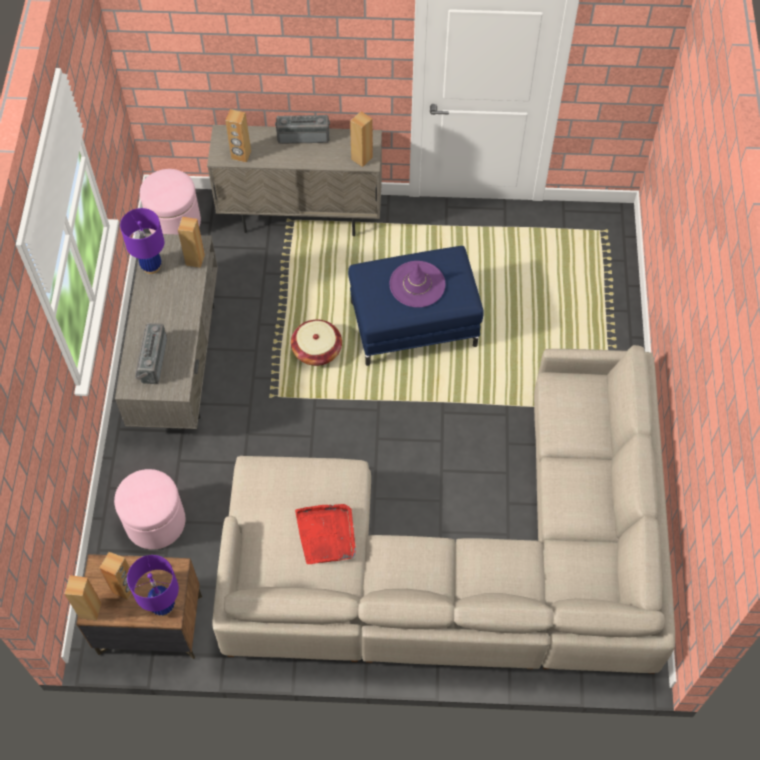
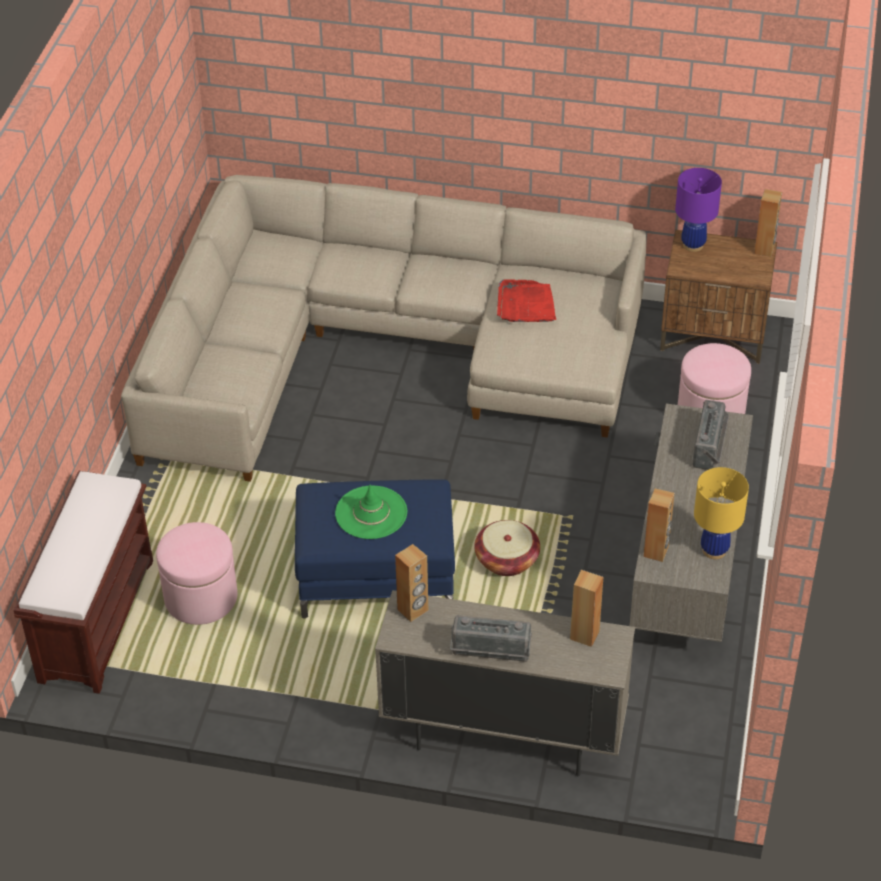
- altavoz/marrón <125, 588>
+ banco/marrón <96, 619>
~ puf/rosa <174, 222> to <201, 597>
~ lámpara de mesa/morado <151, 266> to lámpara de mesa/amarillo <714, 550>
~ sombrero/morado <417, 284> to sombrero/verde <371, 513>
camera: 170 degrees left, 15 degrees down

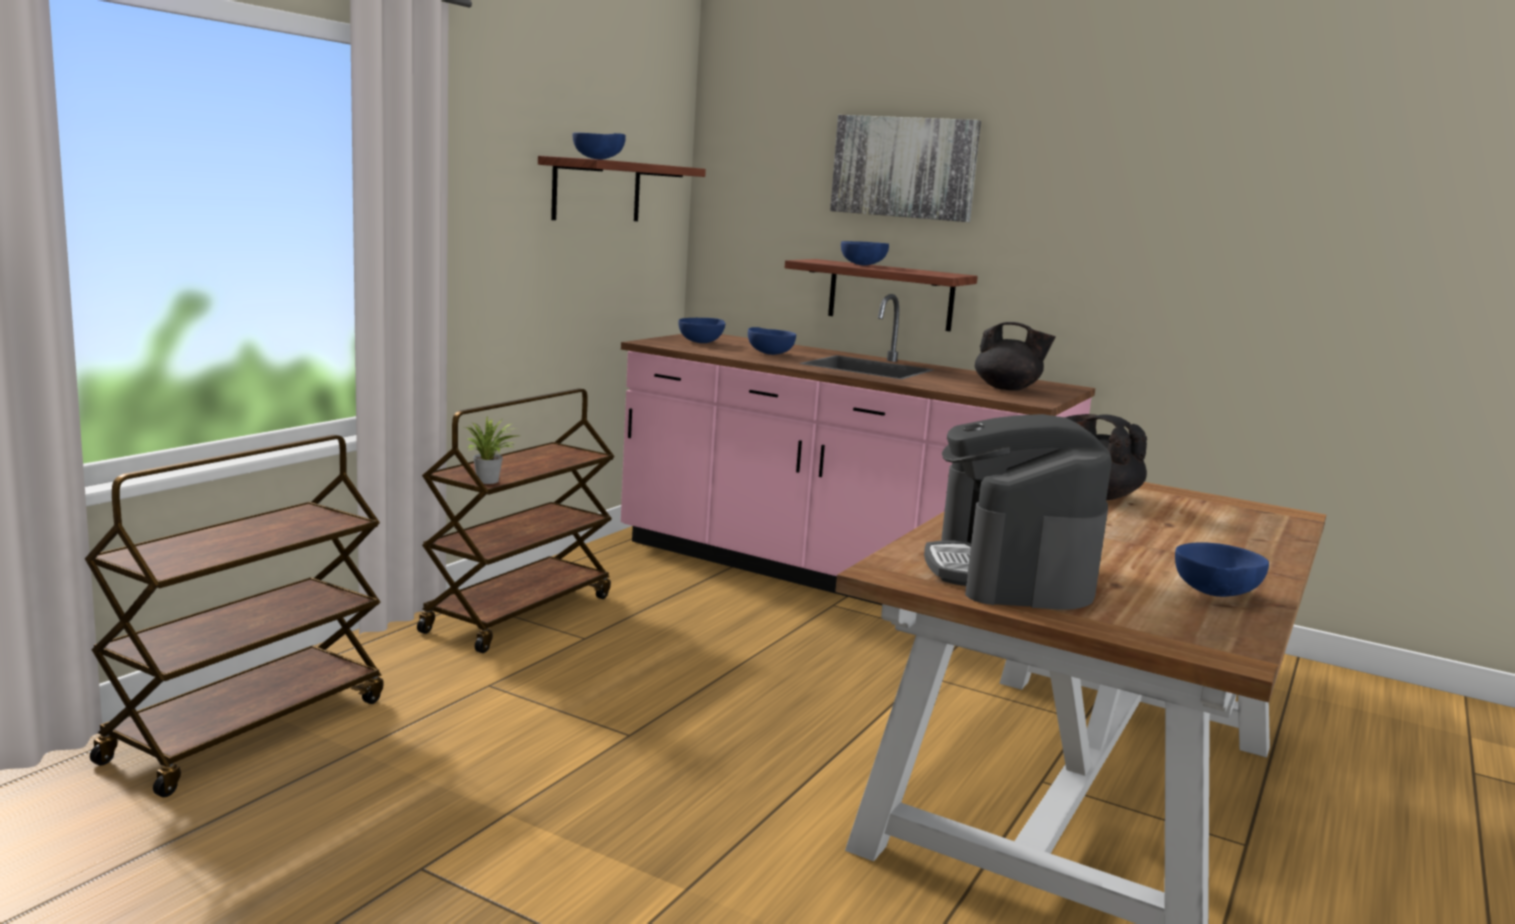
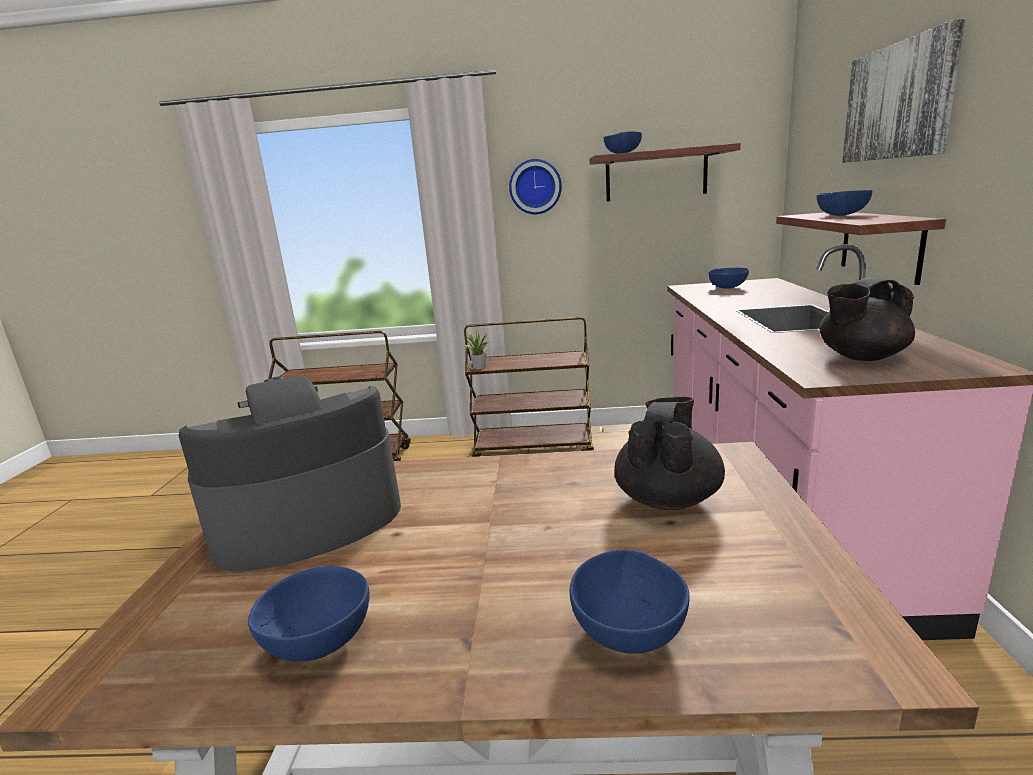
+ reloj de pared <535, 187>
~ cuenco/azul <770, 354> to <630, 629>
~ tetera/negro <1008, 389> = <861, 357> 75 degrees clockwise
camera: 65 degrees right, 5 degrees up

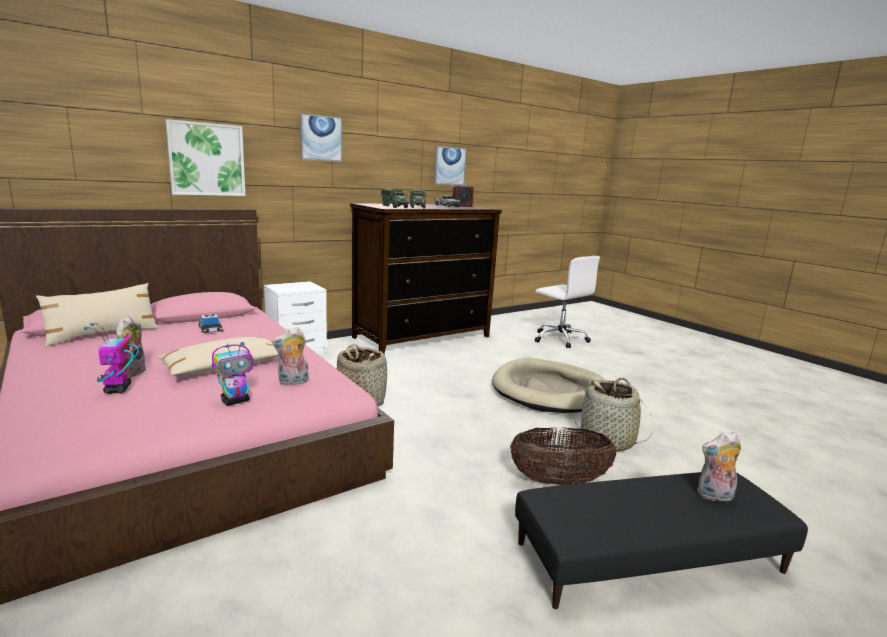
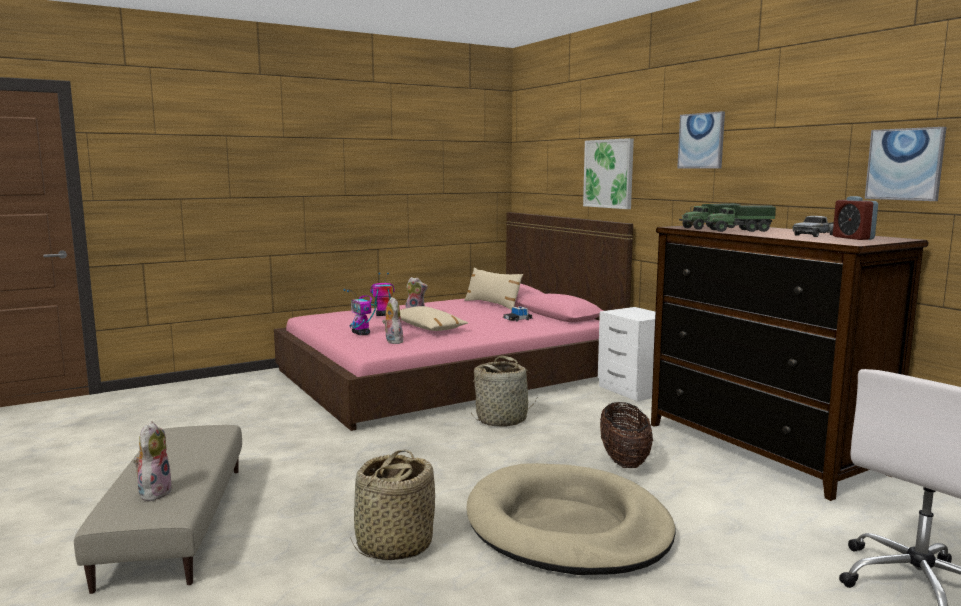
~ cesta <558, 481> to <624, 461>
~ puf/negro <648, 556> to puf/beis <177, 522>
camera: 95 degrees right, 5 degrees down

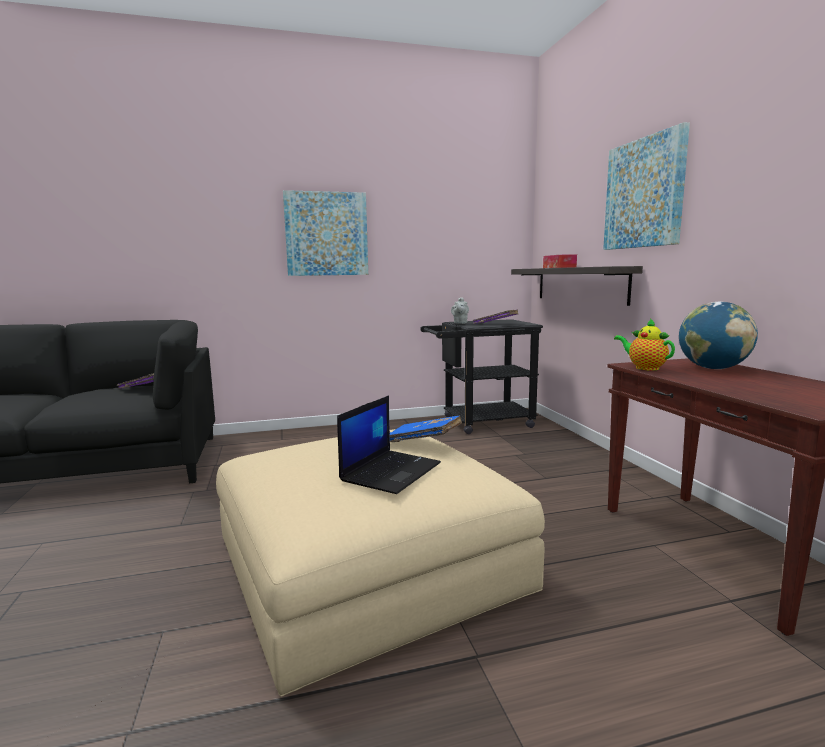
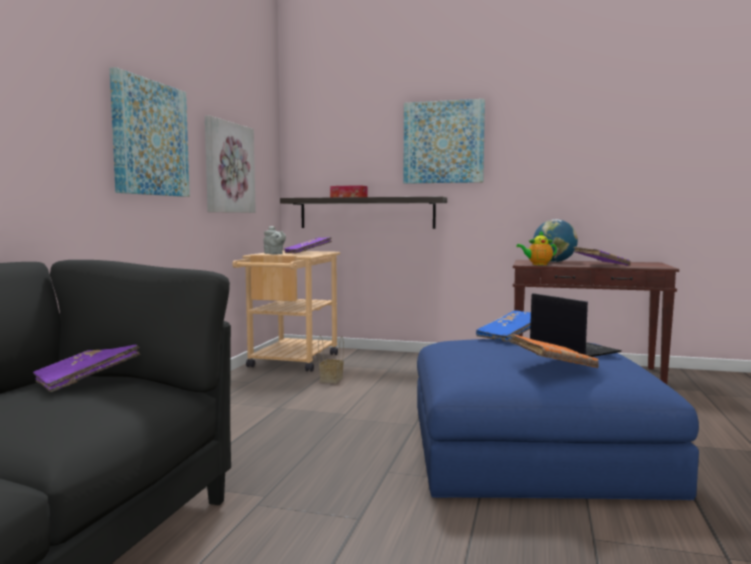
+ cuadro <228, 168>
+ cesta <331, 379>
+ libro/naranja <553, 365>
+ libro/morado <601, 265>
~ puf/beis <368, 563> to puf/azul <531, 448>
~ carrito/negro <480, 423> to carrito/beis <290, 362>
camera: 60 degrees left, 5 degrees down

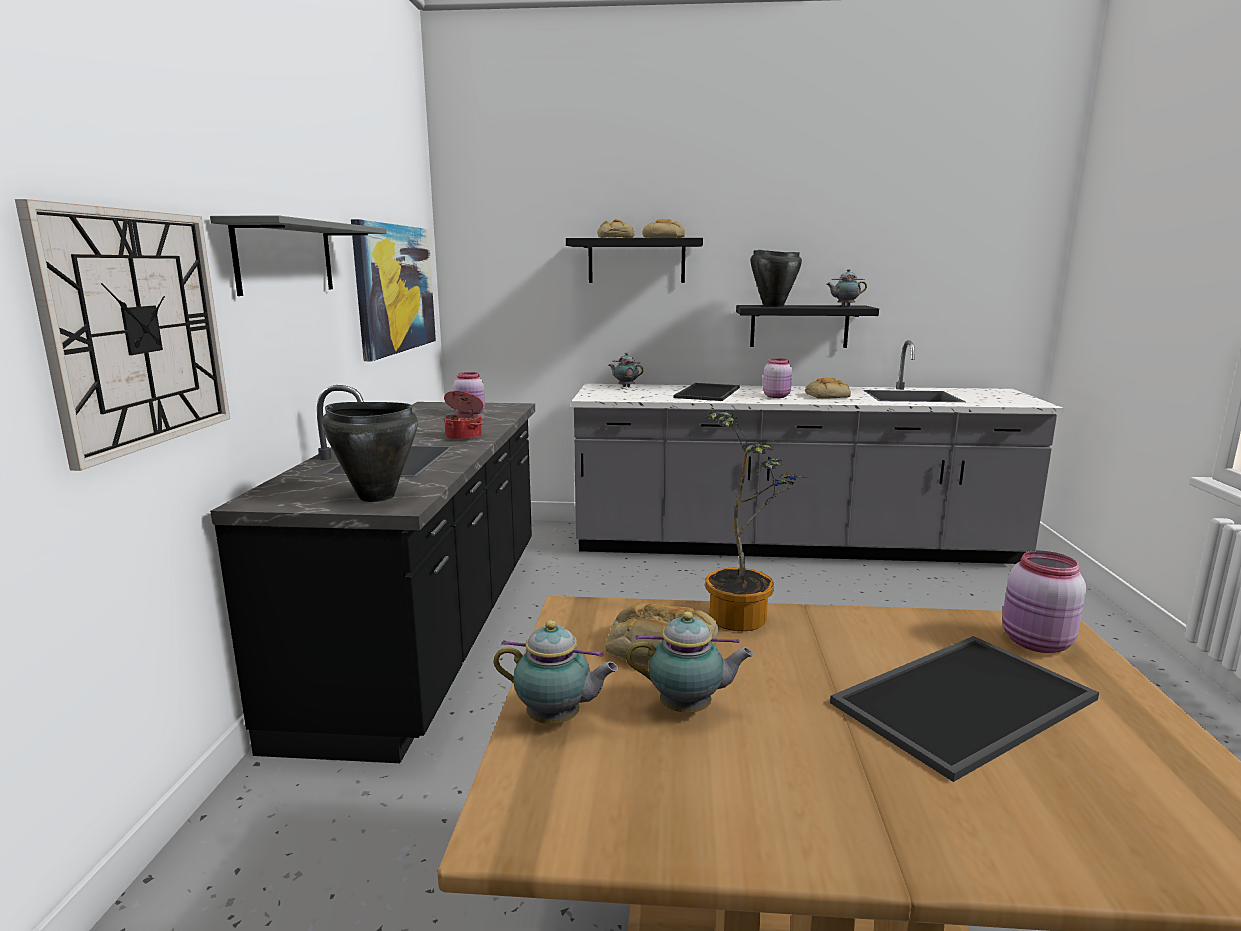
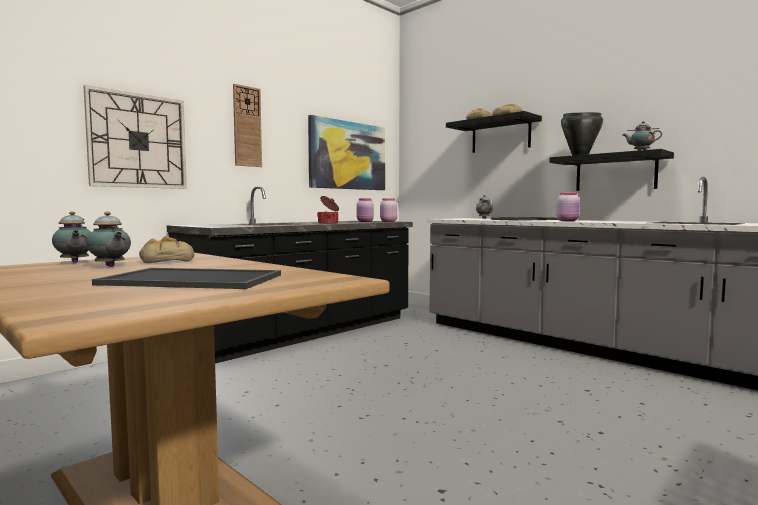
- olla/negro <376, 496>
- planta en maceta <745, 616>
- pan <827, 396>
~ tarro/rosa <1036, 643> to <388, 221>
~ estante/gris <285, 258> to reloj de pared <247, 126>
camera: 40 degrees right, 10 degrees down

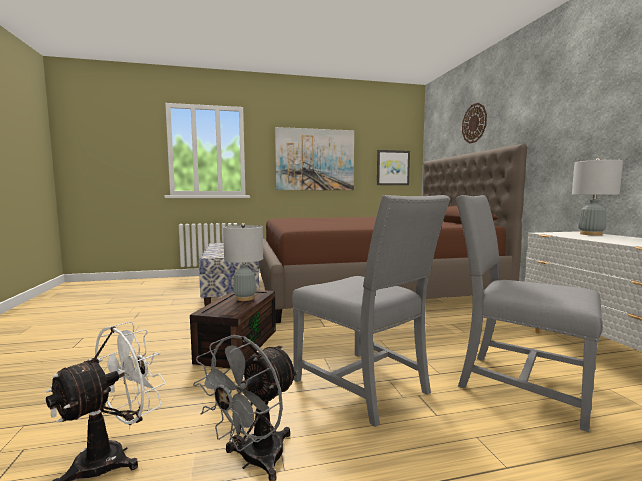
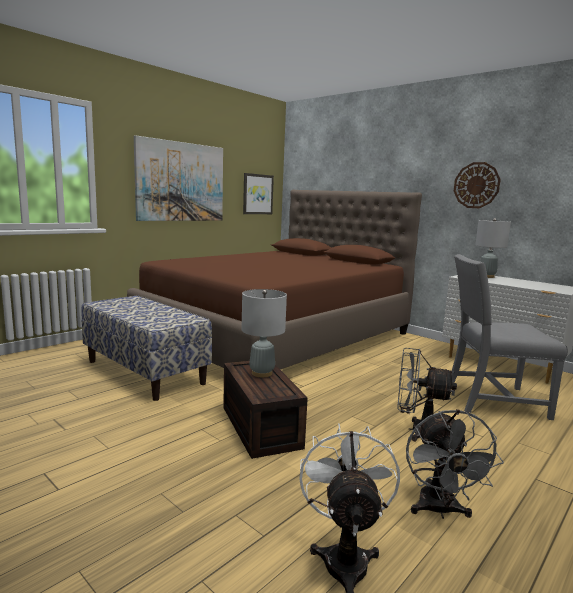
~ reloj de pared <474, 123> to <476, 185>
~ silla/gris <365, 386> to ventilador/gris <417, 431>
camera: 35 degrees left, 5 degrees up

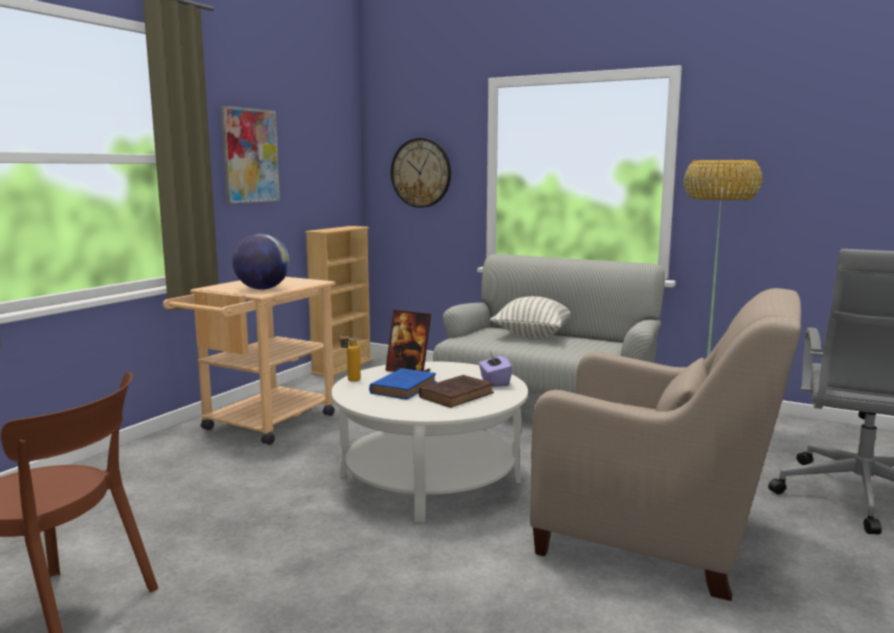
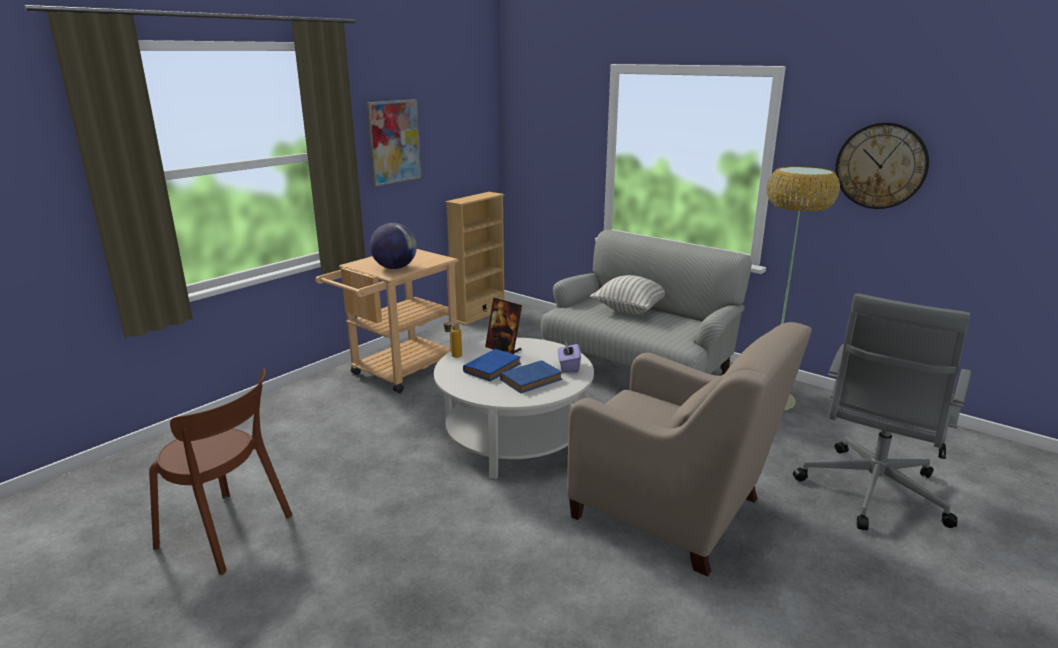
~ reloj de pared <421, 173> to <881, 166>
~ libro/marrón <458, 395> to libro/azul <532, 379>
camera: 10 degrees right, 10 degrees up

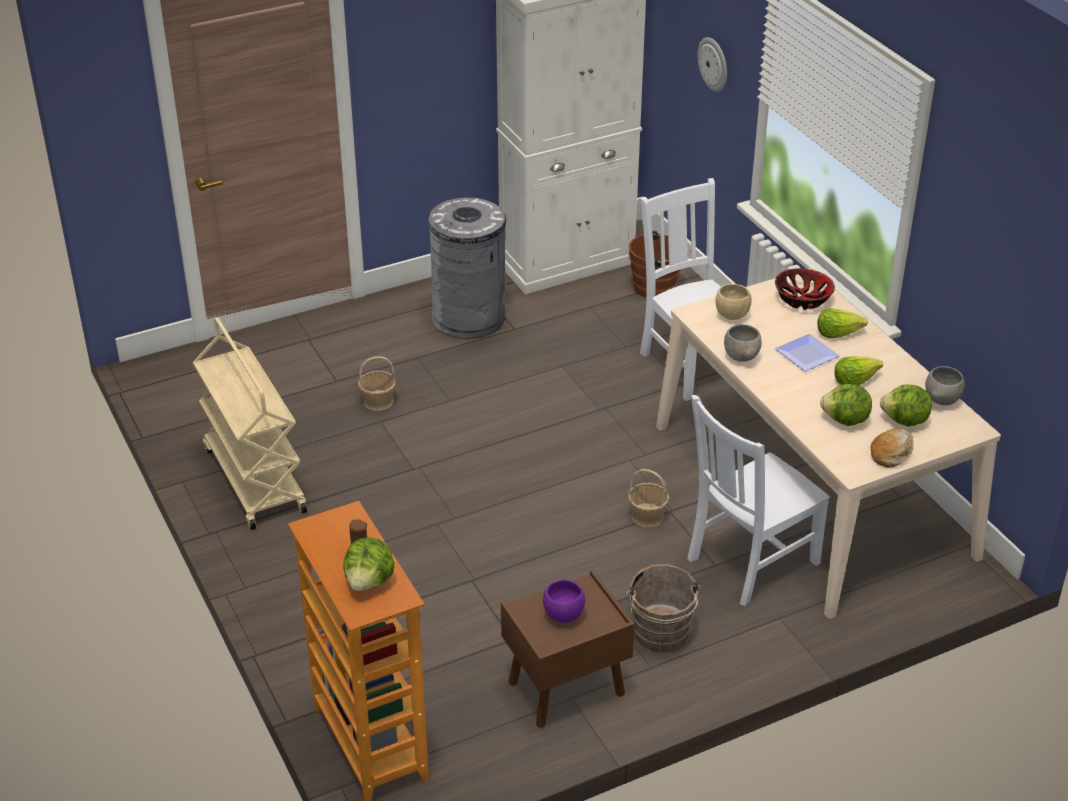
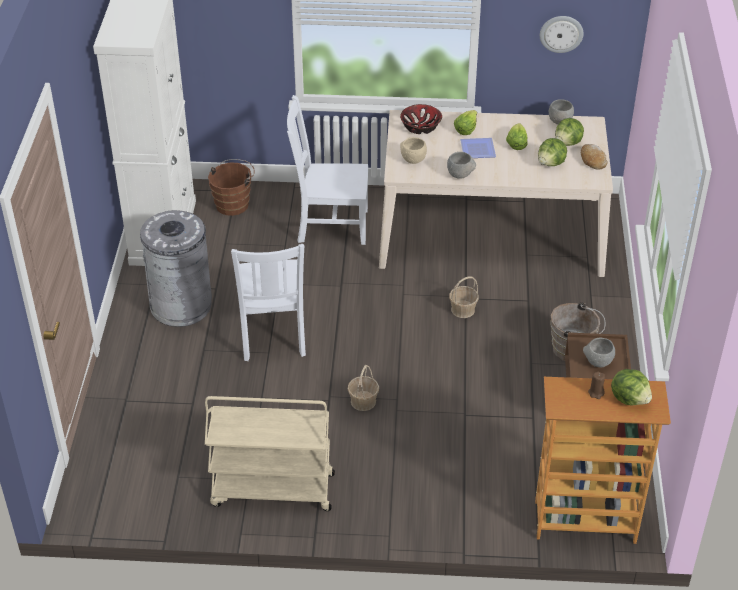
~ cesta <378, 401> to <363, 401>
~ silla/blanco <749, 562> to <272, 335>
~ reloj de pared <714, 64> to <561, 33>
~ cuenco/morado <563, 615> to cuenco/gris <598, 362>
camera: 60 degrees left, 5 degrees up

